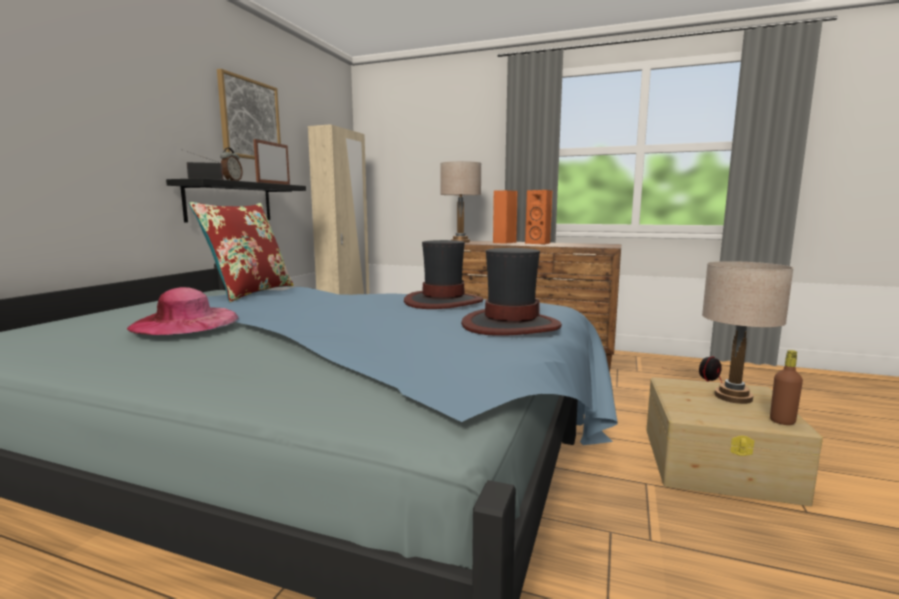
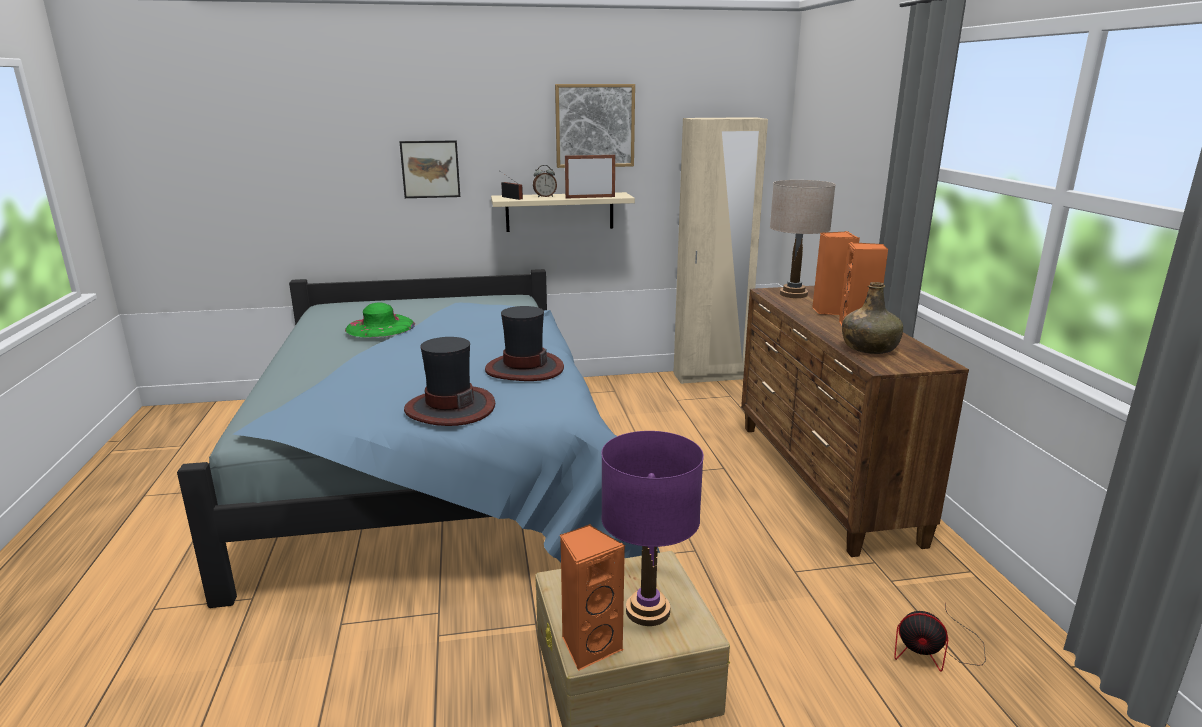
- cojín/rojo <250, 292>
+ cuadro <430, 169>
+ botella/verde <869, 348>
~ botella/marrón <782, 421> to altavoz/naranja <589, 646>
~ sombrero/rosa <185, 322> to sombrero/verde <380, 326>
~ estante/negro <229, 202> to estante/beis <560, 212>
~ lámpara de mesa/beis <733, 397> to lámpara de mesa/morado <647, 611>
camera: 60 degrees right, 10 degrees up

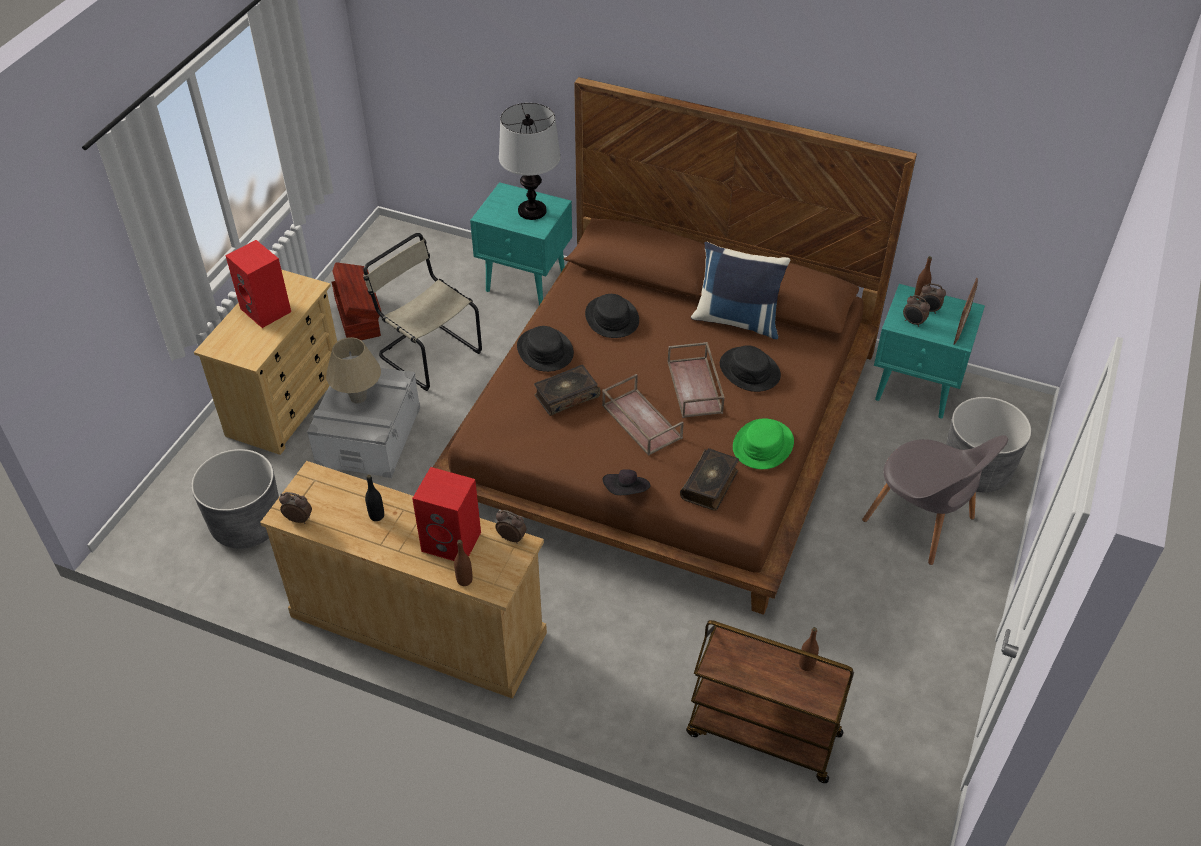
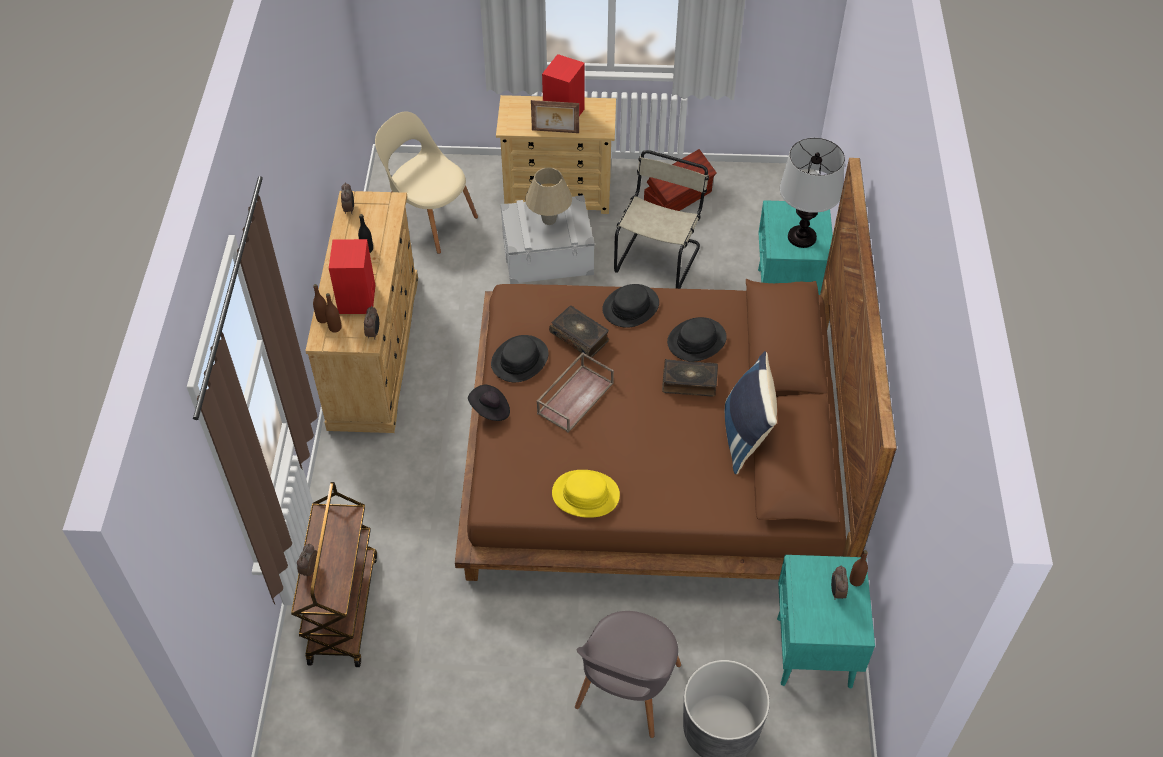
- bandeja/marrón <695, 387>
~ libro <710, 484> to <689, 382>
~ sombrero/negro <750, 370> to <520, 360>
~ botella/marrón <806, 665> to <335, 328>
~ despertador <913, 322> to <309, 569>
~ portarretratos <961, 327> to <555, 132>
~ maceta/gris <247, 524> to silla/beis <430, 219>
~ sombrero/verde <763, 445> to sombrero/amarillo <585, 495>
camera: 70 degrees right, 5 degrees up

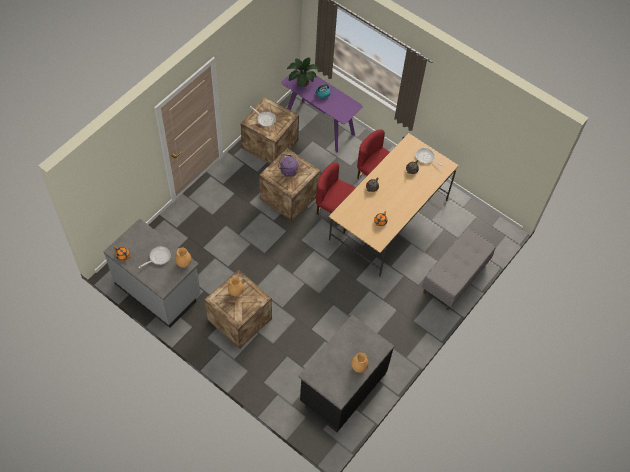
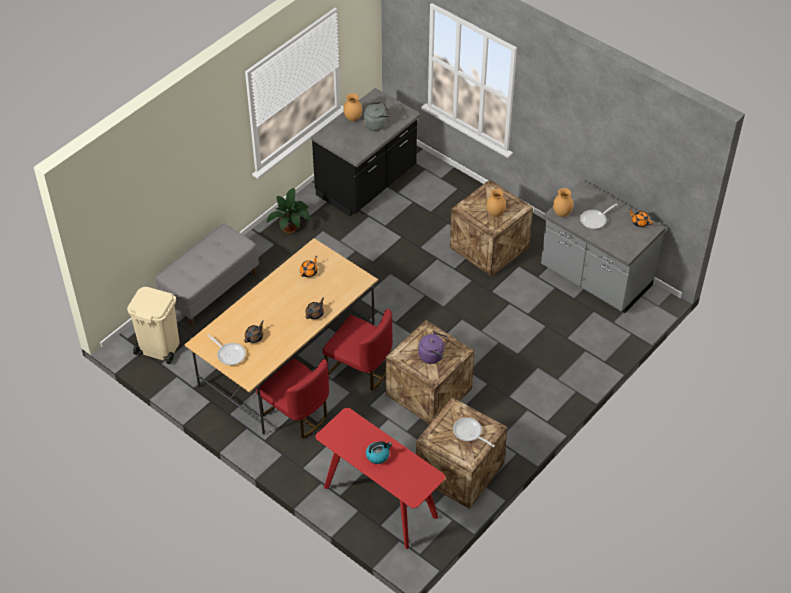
+ papelera/beis <159, 347>
+ hervidor/gris <376, 124>
~ planta en maceta <301, 82> to <291, 227>
~ mesa consola/morado <319, 125> to mesa consola/rojo <379, 502>
camera: 175 degrees left, 10 degrees down

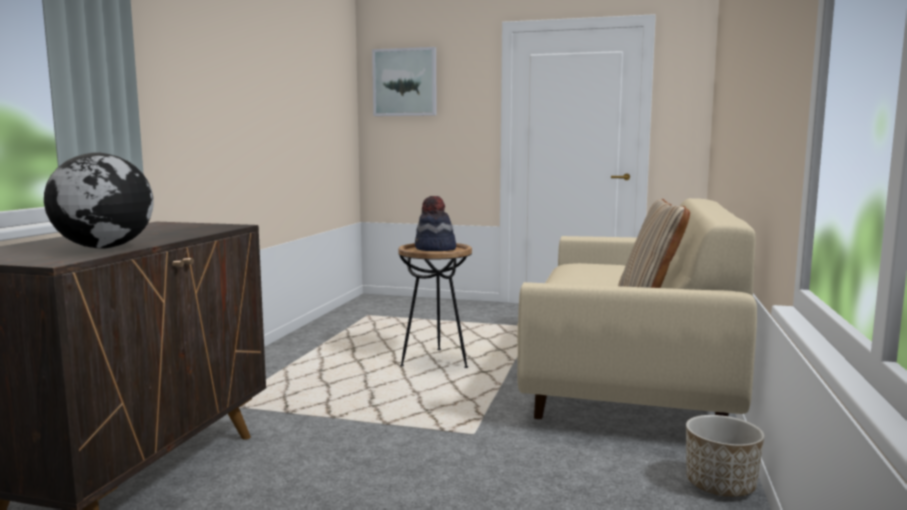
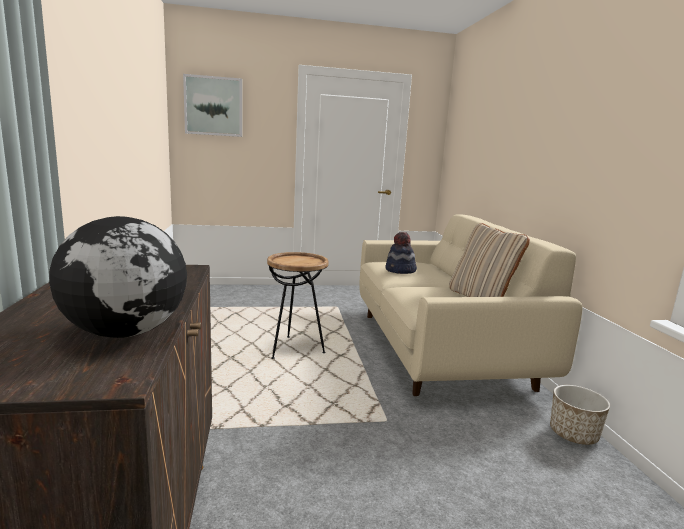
~ sombrero <435, 249> to <400, 271>
camera: 25 degrees left, 5 degrees up

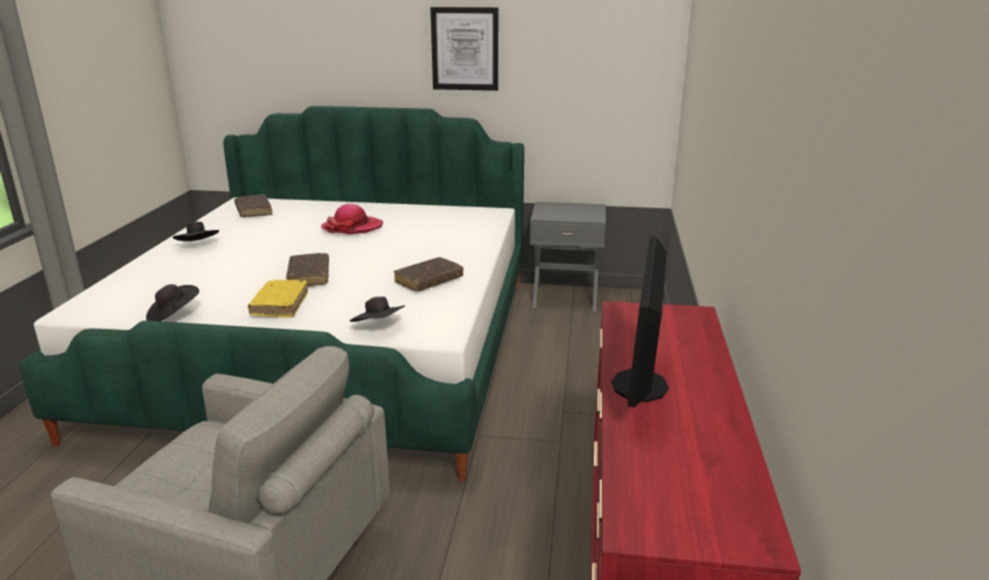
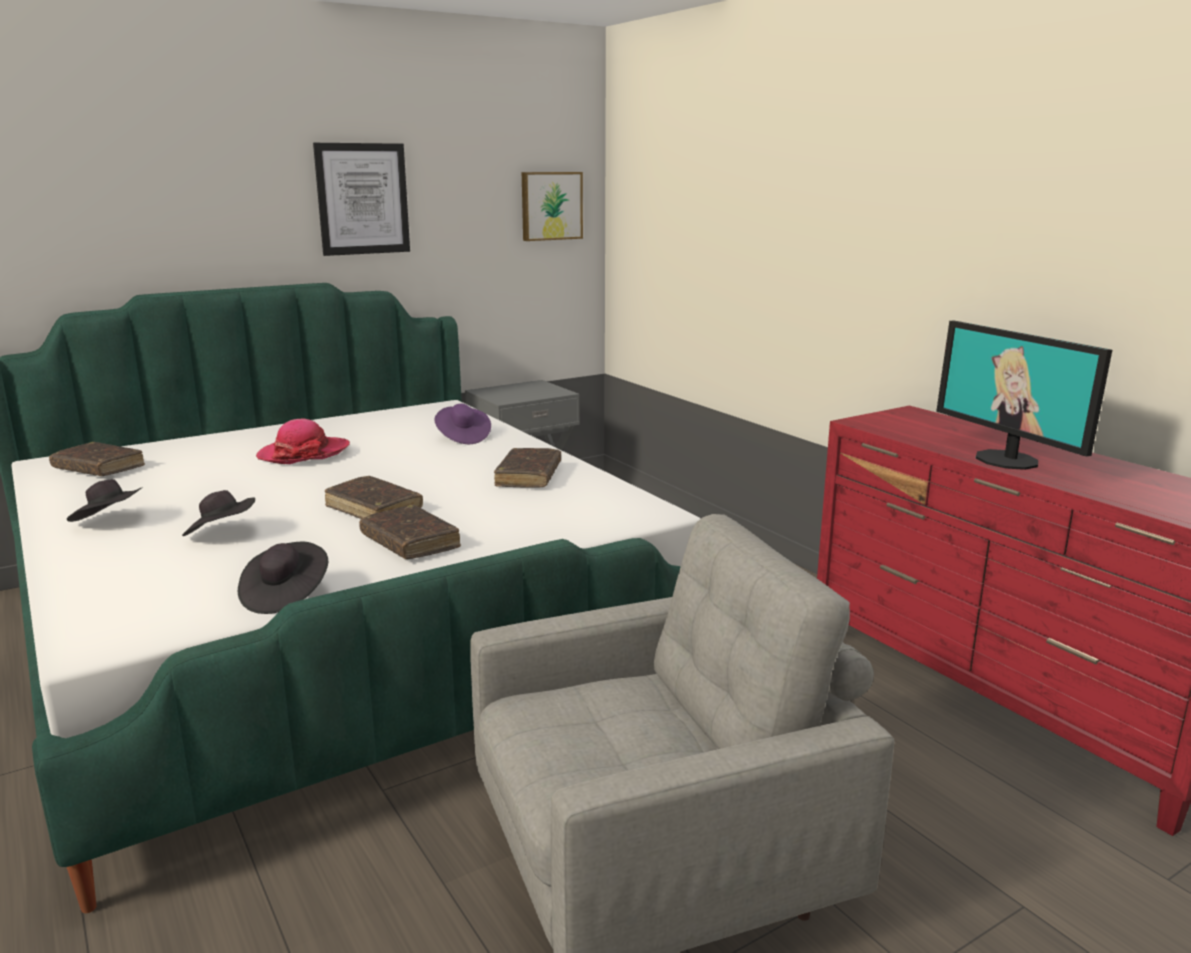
+ sombrero/morado <462, 437>
+ cuadro <551, 206>
~ sombrero/negro <379, 327> to <222, 534>
~ libro/amarillo <280, 305> to libro/marrón <410, 543>
camera: 40 degrees left, 5 degrees down

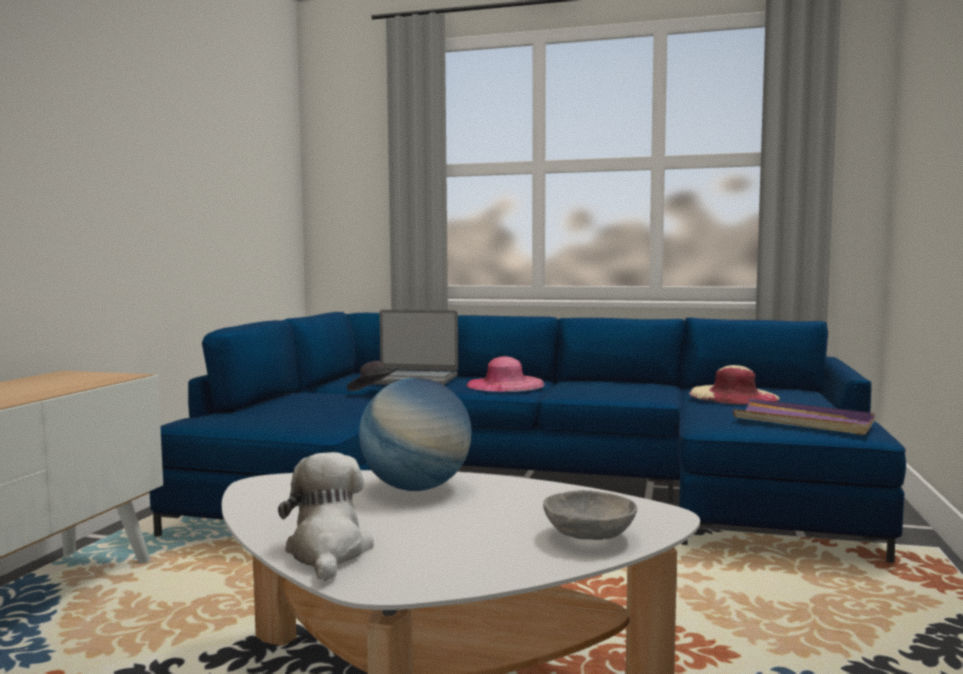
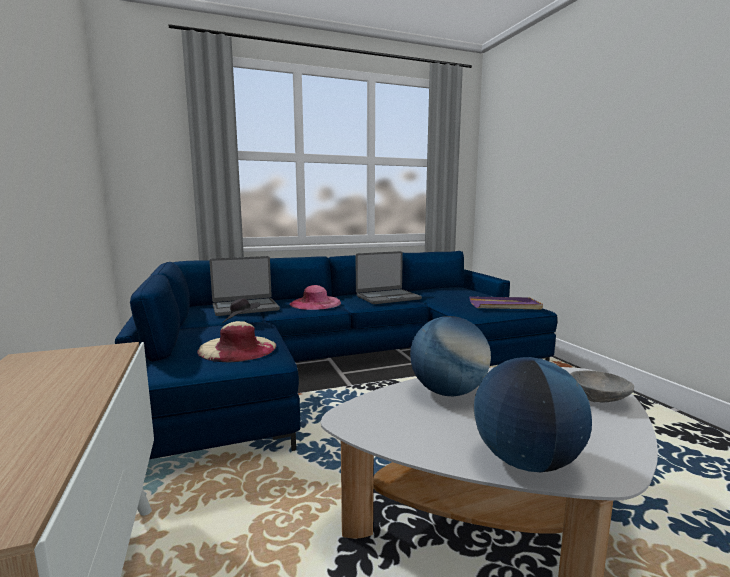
+ portátil <387, 297>
~ sombrero/beis <733, 396> to <238, 348>
~ peluche <328, 552> to globo terráqueo <526, 461>
camera: 35 degrees left, 5 degrees up

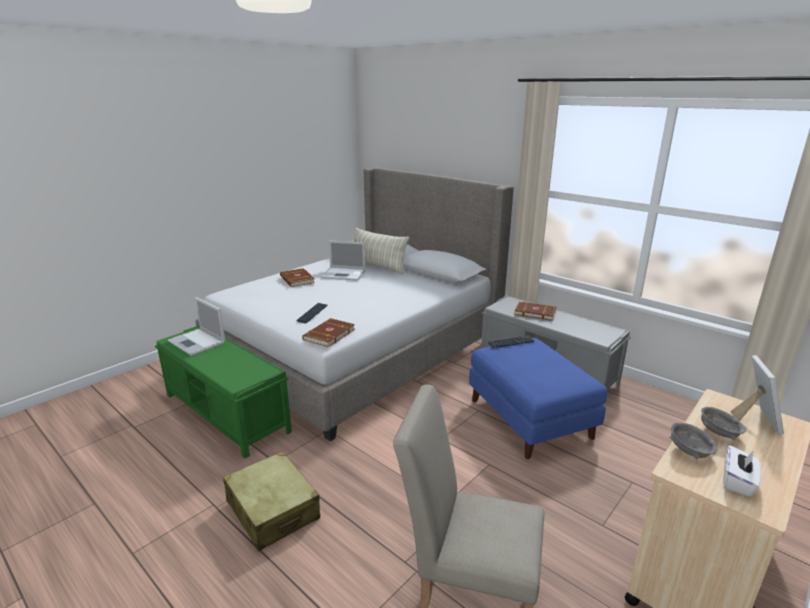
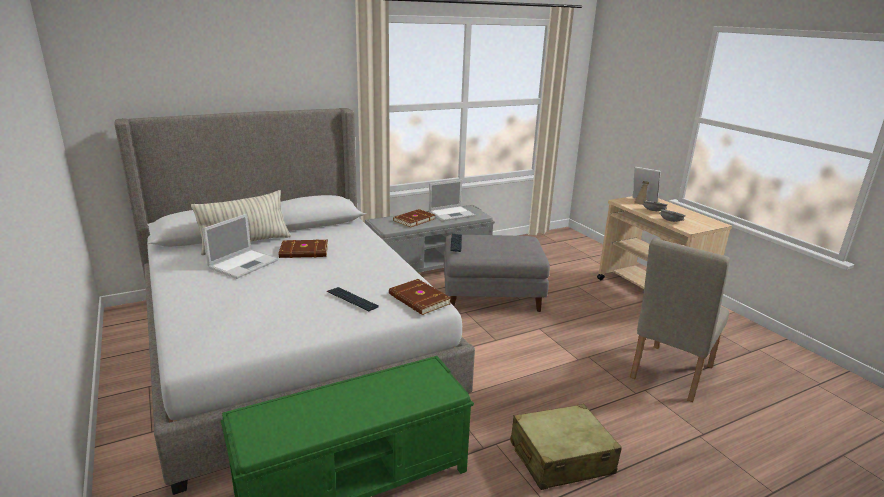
- caja de pañuelos/blanco <738, 482>
~ portátil <197, 342> to <452, 213>
~ libro/marrón <296, 279> to <304, 252>
~ puf/azul <530, 419> to puf/gris <492, 295>
camera: 70 degrees left, 0 degrees up

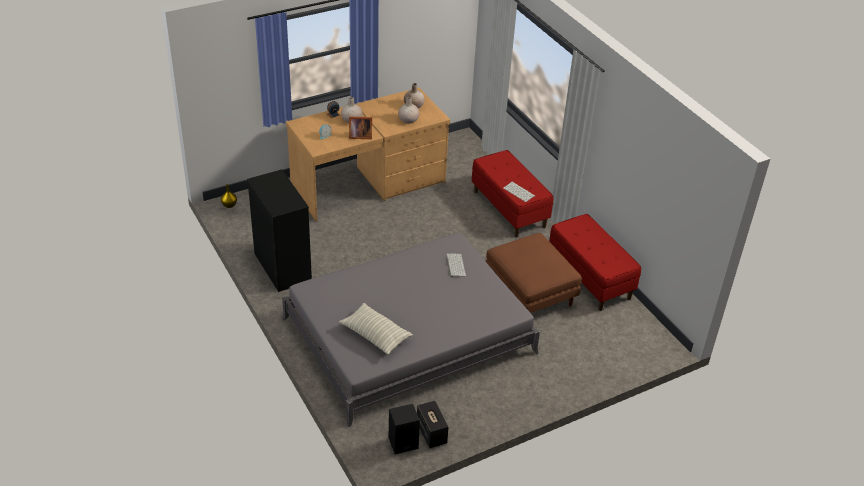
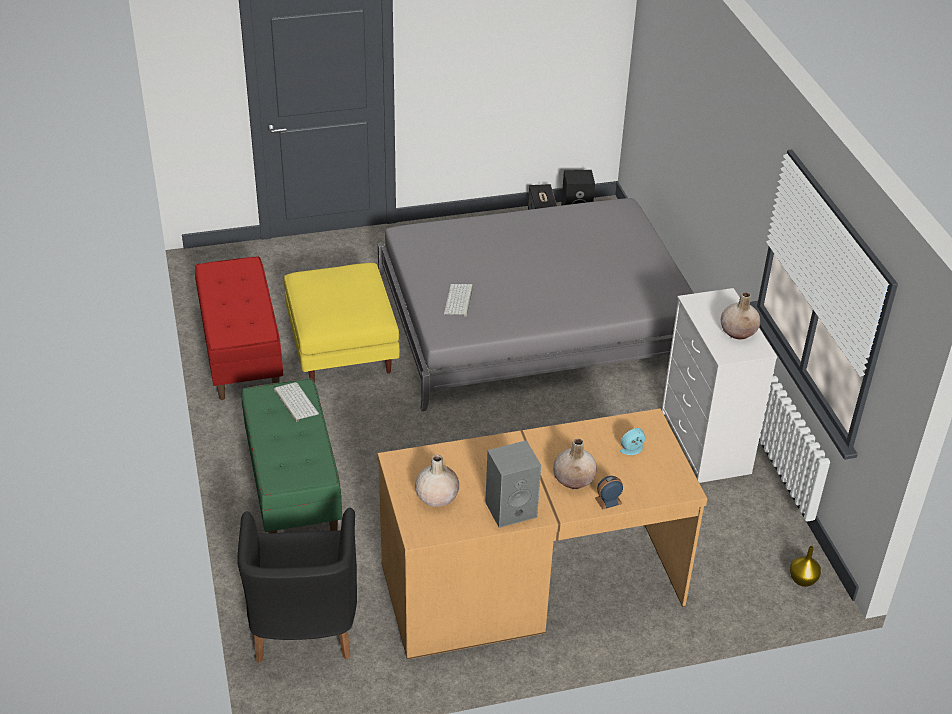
- cojín <375, 335>
- portarretratos <359, 136>
+ sillón/negro <303, 625>
+ altavoz/gris <512, 508>
~ florero/beis <408, 120> to <738, 332>
~ cómoda/negro <282, 266> to cómoda/blanco <706, 443>
~ banco/rojo <509, 209> to banco/verde <292, 486>
~ puf/marrón <529, 292> to puf/amarillo <342, 347>
camera: 165 degrees left, 0 degrees up

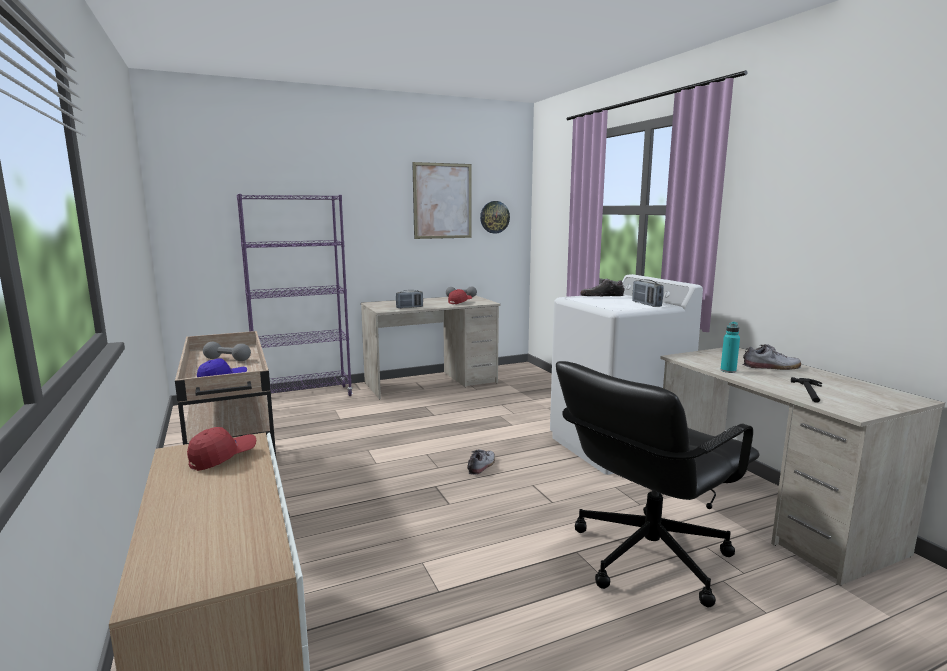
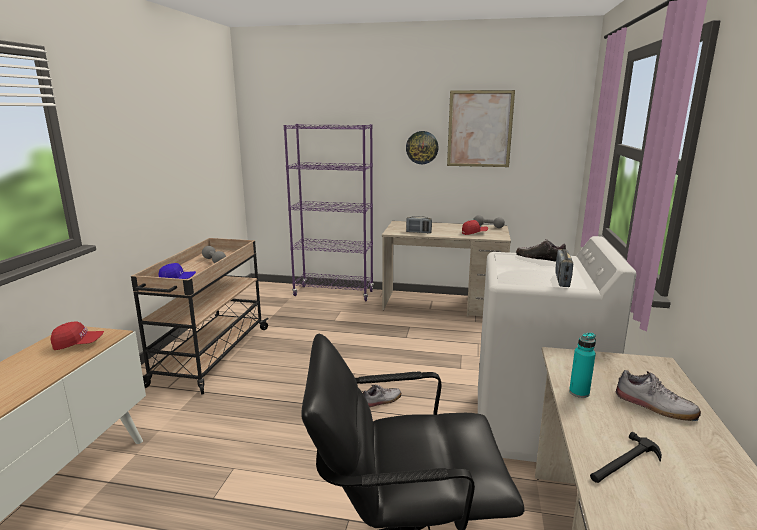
~ reloj de pared <494, 217> to <422, 147>
camera: 35 degrees right, 5 degrees up

